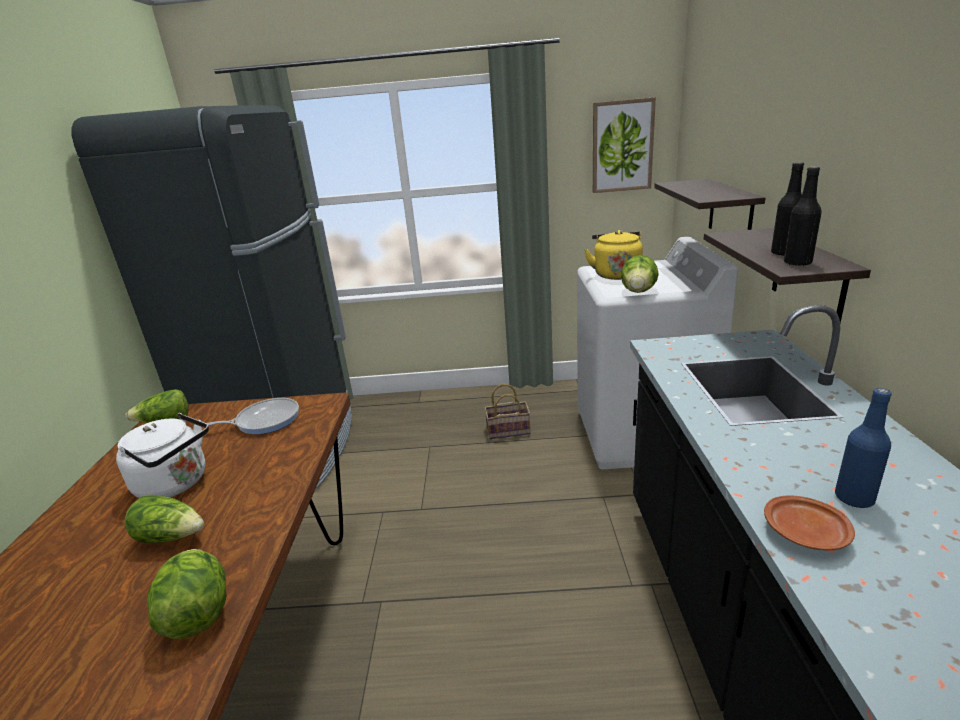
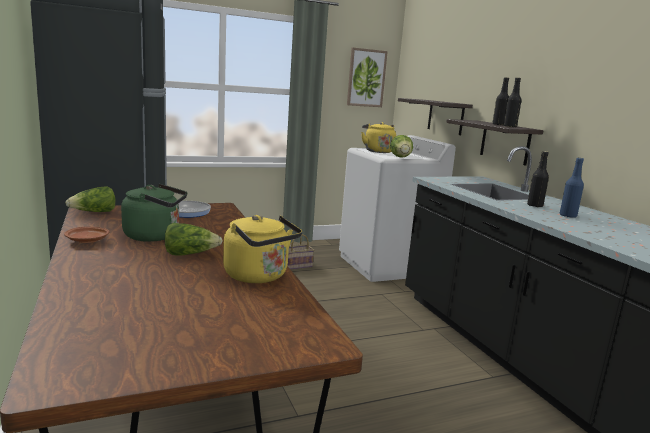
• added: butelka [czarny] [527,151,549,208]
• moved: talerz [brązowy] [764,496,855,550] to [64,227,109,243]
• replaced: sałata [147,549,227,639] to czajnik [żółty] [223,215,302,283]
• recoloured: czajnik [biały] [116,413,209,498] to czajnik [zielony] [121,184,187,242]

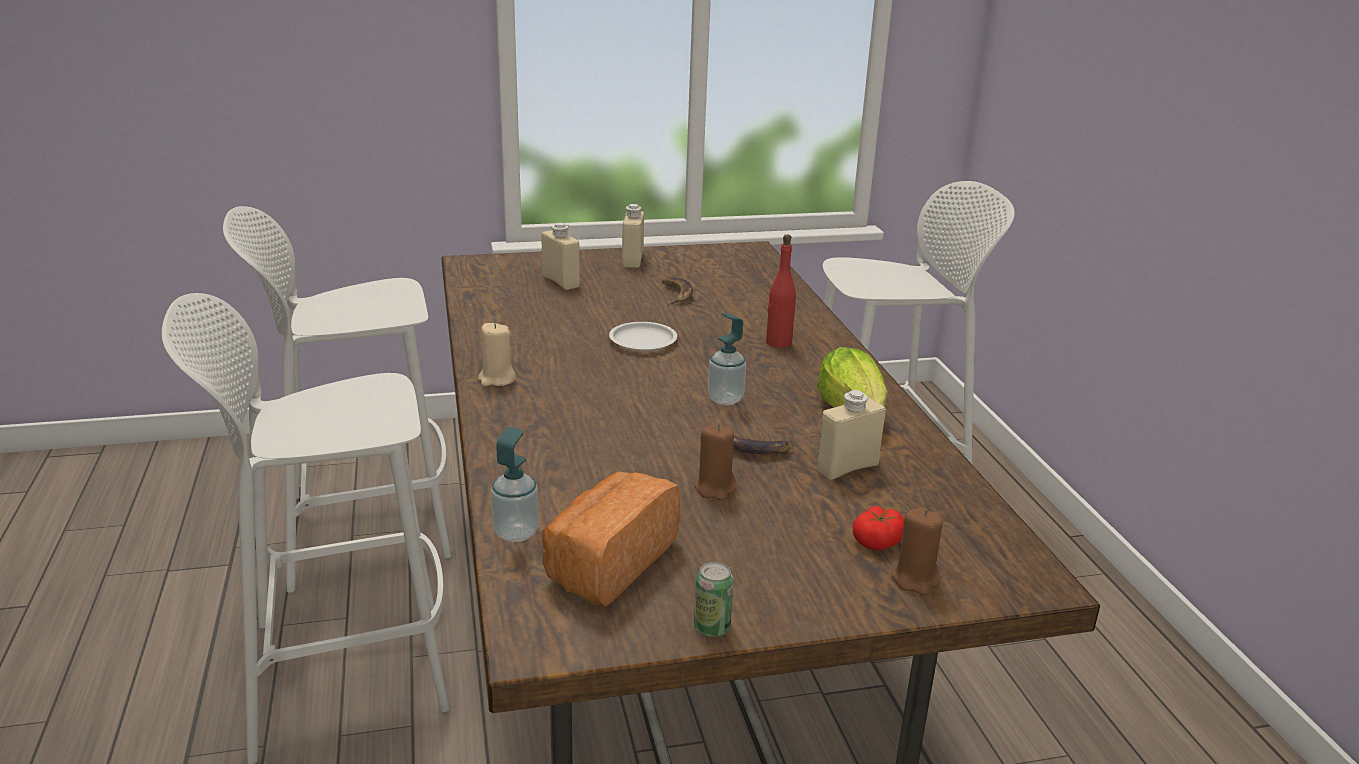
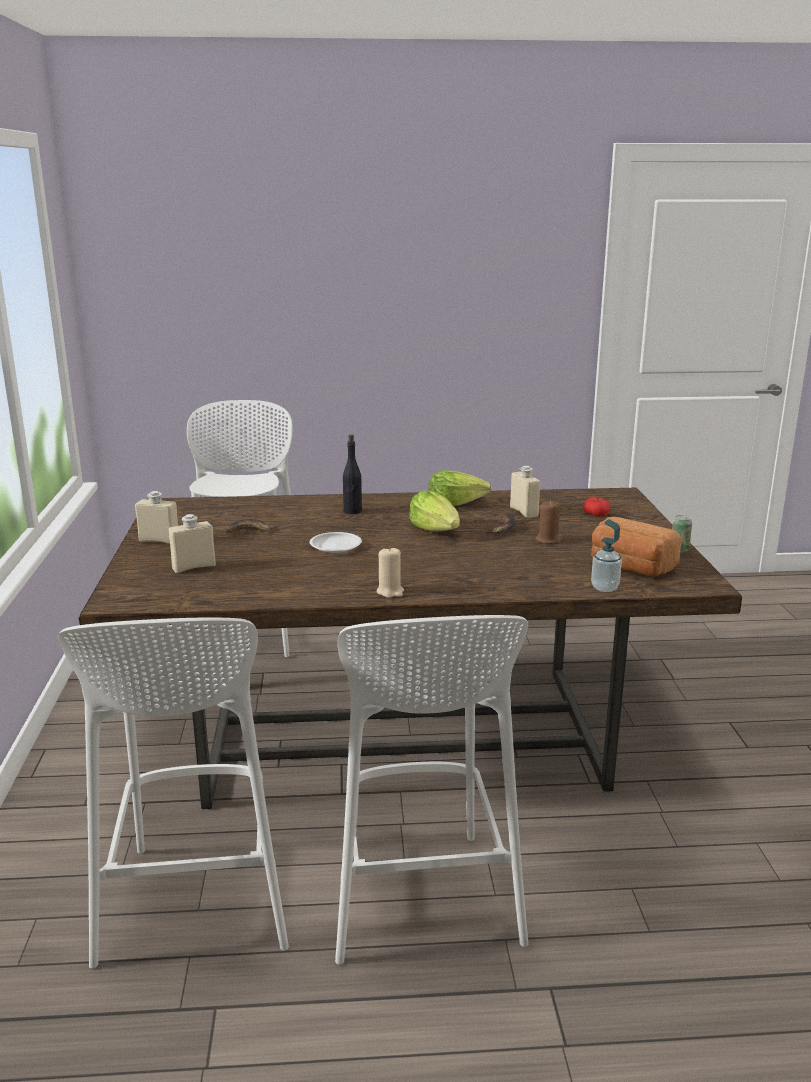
• removed: świeca [brązowy] [891,508,943,595]
• replaced: dozownik mydła [708,313,746,405] to sałata [409,490,460,531]
• recoloured: butelka [czerwony] [766,235,796,348] to butelka [czarny] [343,435,362,514]

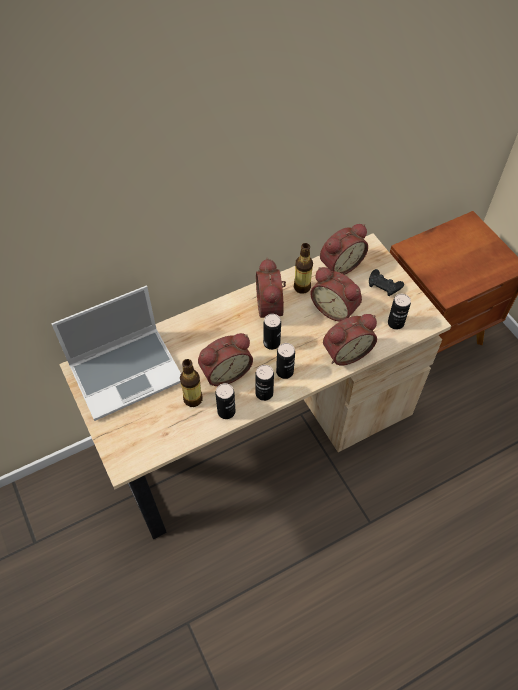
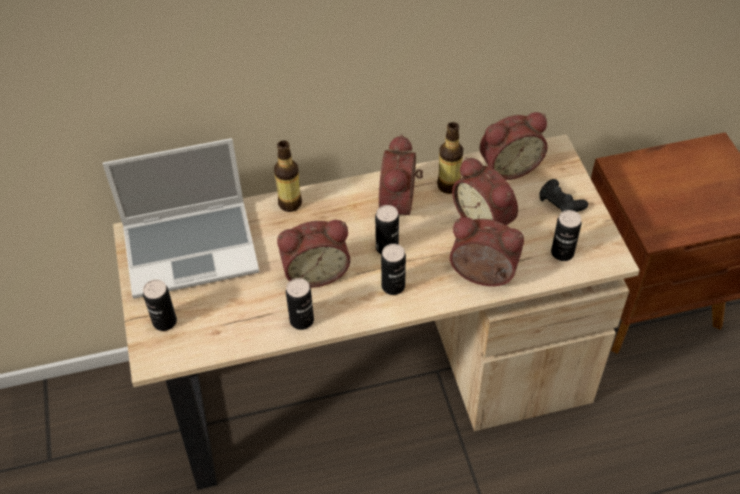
• moved: butelka [180,359,203,407] to [274,141,302,212]
• moved: puszka [255,365,274,401] to [143,280,177,331]
• turned: budzik [323,314,377,365] = [450,217,524,286] 150 degrees counterclockwise

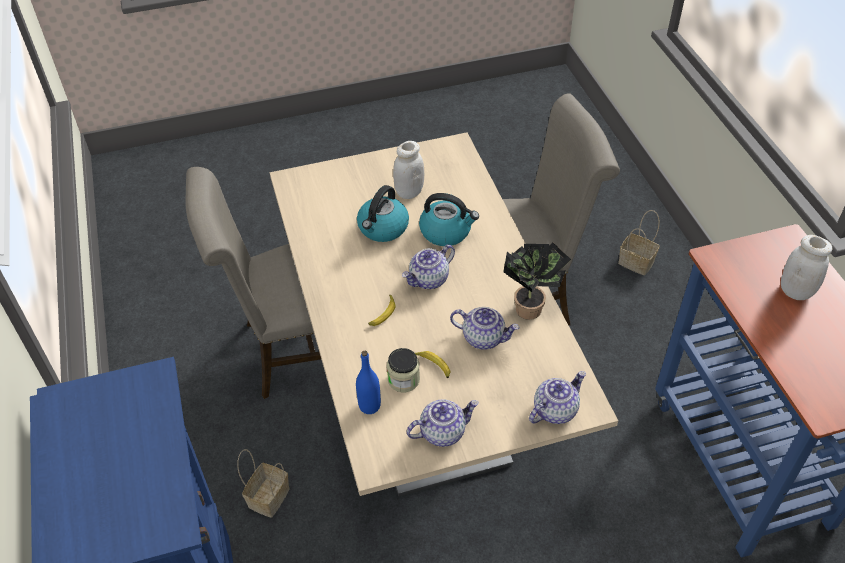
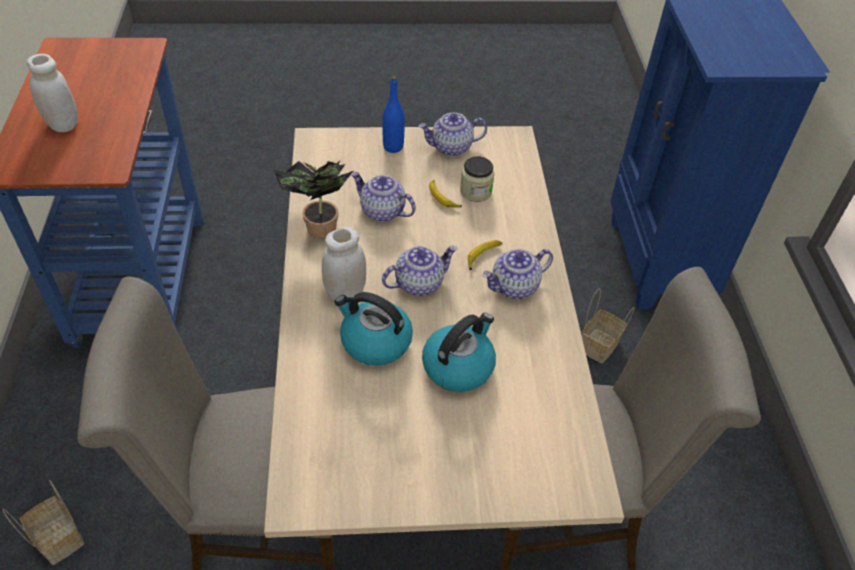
• moved: butelka [niebieski] [356,351,381,414] to [382,76,405,153]
• moved: słoik [biały] [393,141,424,199] to [322,227,366,301]
• moved: imbryk [529,371,586,424] to [482,249,553,299]

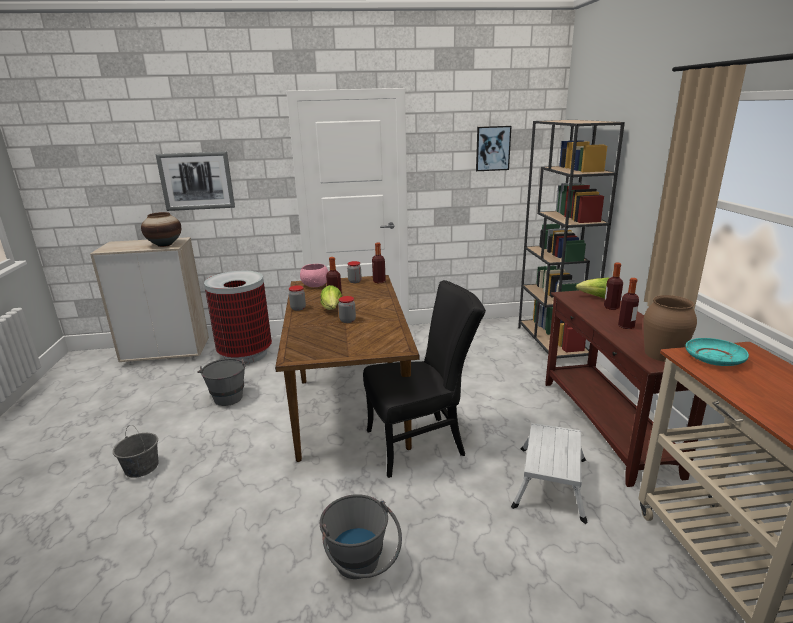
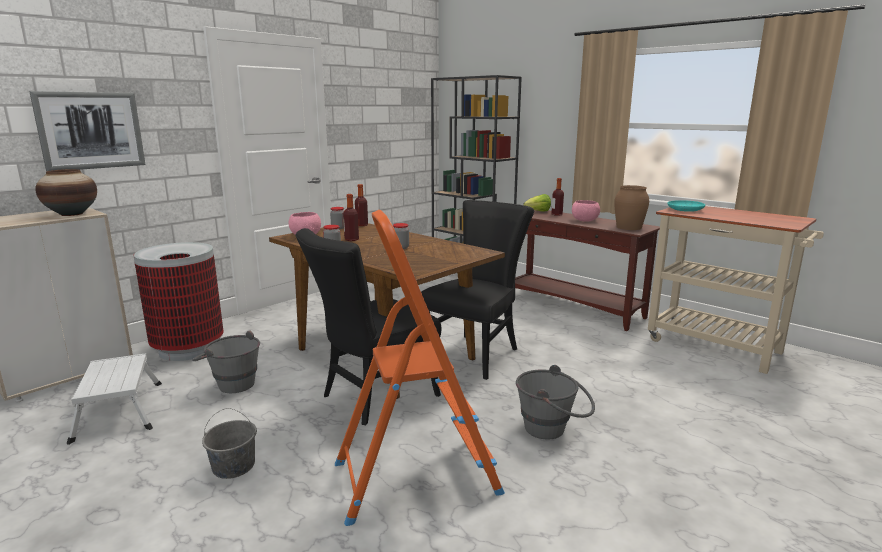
• removed: sałata [321,285,342,310]
• removed: obraz [476,126,511,171]
• added: krzesło [czarny] [295,228,441,425]
• added: drabinka [pomarańczowy] [335,210,505,526]
• moved: drabinka [biały] [511,423,588,524] to [67,353,162,445]
• replaced: butelka [618,278,639,329] to miska [różowy] [572,200,600,222]

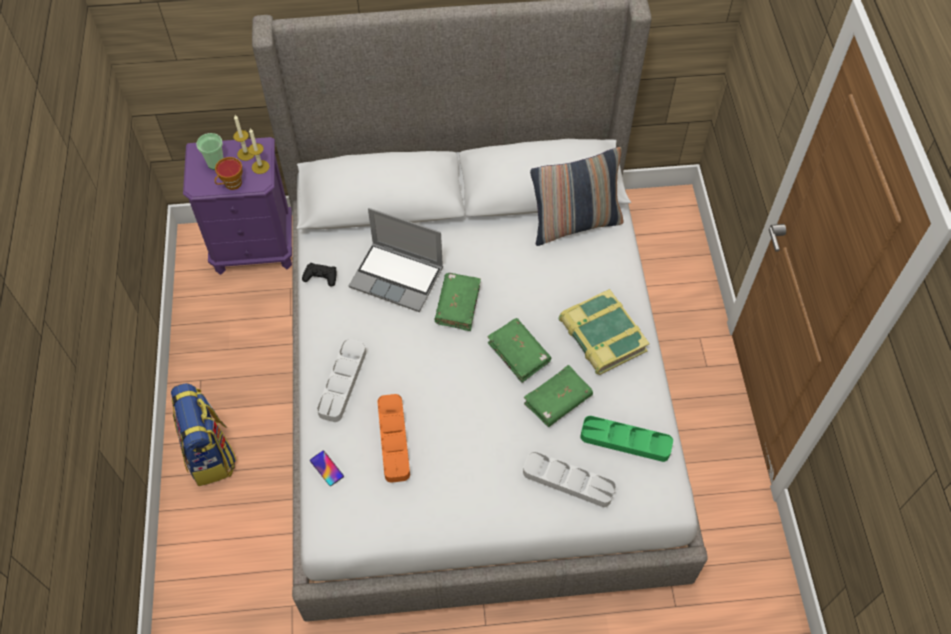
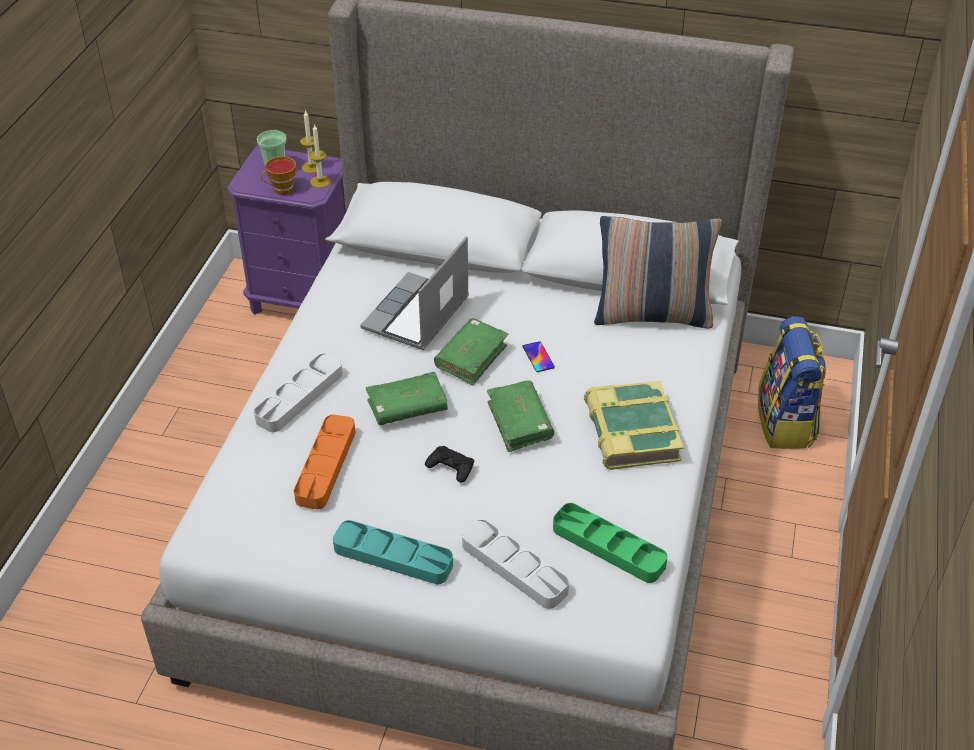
• added: taca [turkusowy] [333,520,453,584]
• moved: plecak [171,383,236,486] to [758,316,826,449]
• moved: pad do gier [czarny] [302,263,337,287] to [425,446,474,483]
• moved: telefon [310,451,344,486] to [522,341,555,372]
• moved: książka [zielony] [524,365,593,427] to [365,371,448,426]
• turned: laptop [349,208,443,312] = [360,236,469,350] 75 degrees clockwise

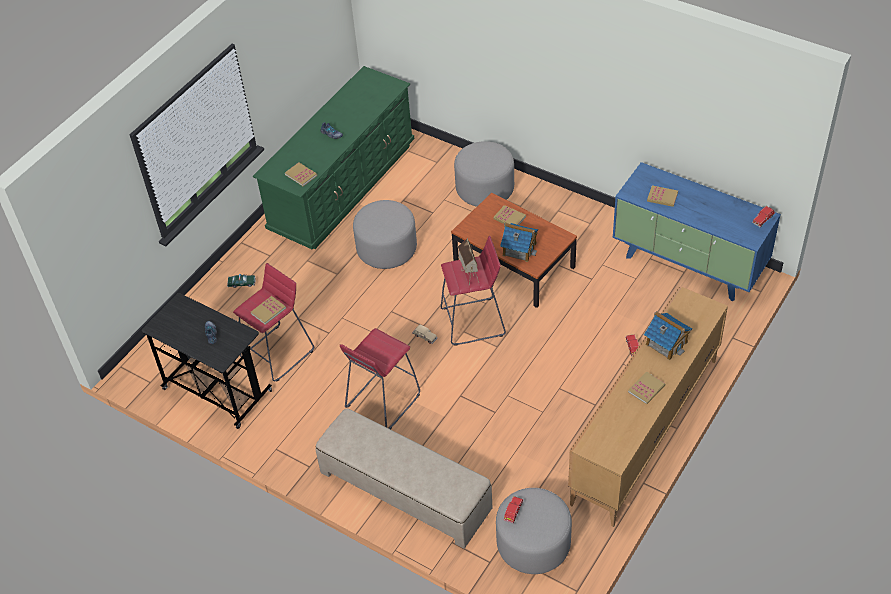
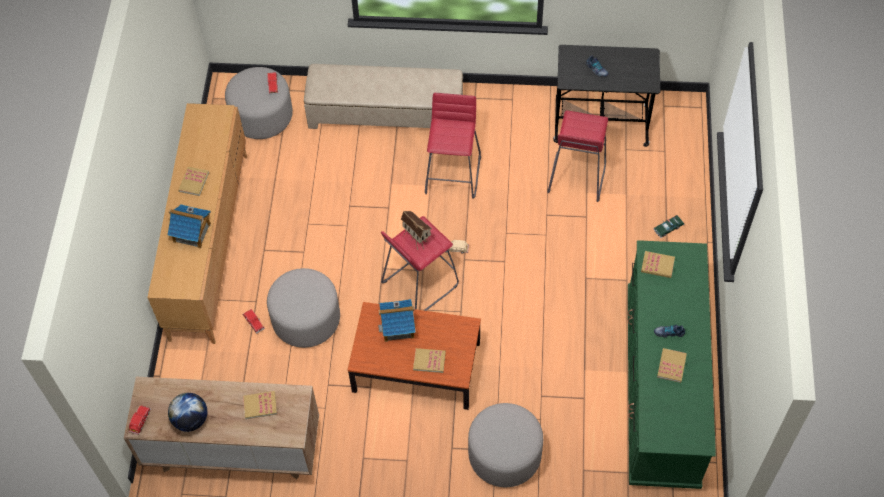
• added: globus [168,393,207,432]
• moved: książka [251,296,286,325] to [657,348,687,383]
• moved: pufa [szary] [353,200,417,269] to [267,268,340,348]
• recoloured: komoda [niebieski] [612,162,781,301] to komoda [zielony] [124,377,319,479]

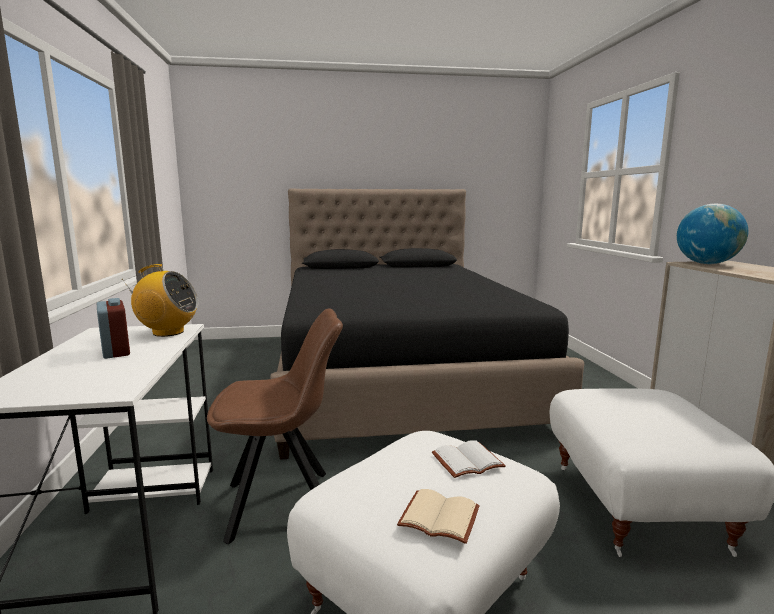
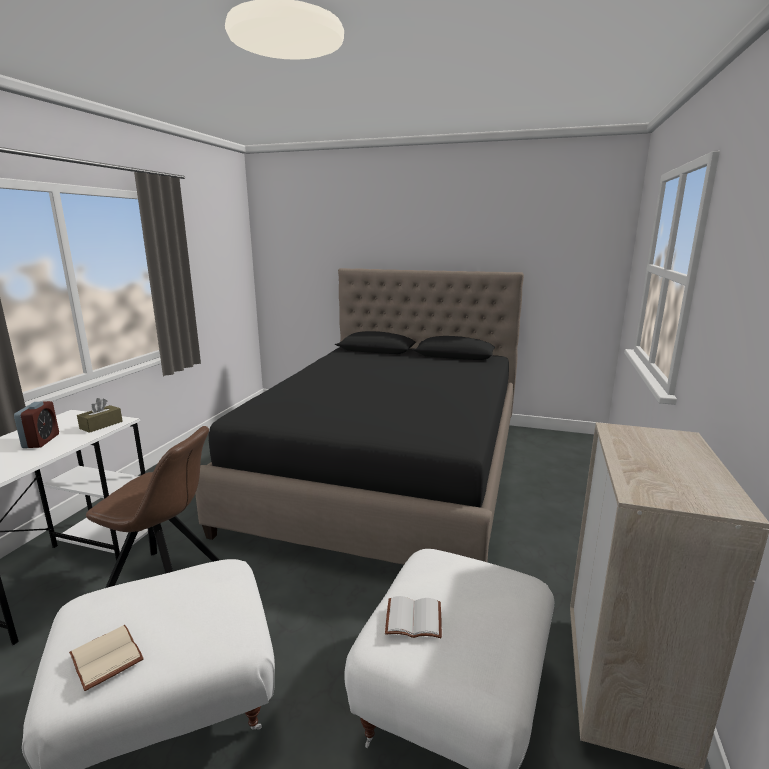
• removed: globus [677,203,748,264]
• moved: książka [biały] [432,440,506,478] to [385,596,442,638]
• replaced: radio [122,264,198,337] to pudełko chusteczek [brązowy] [77,398,123,433]

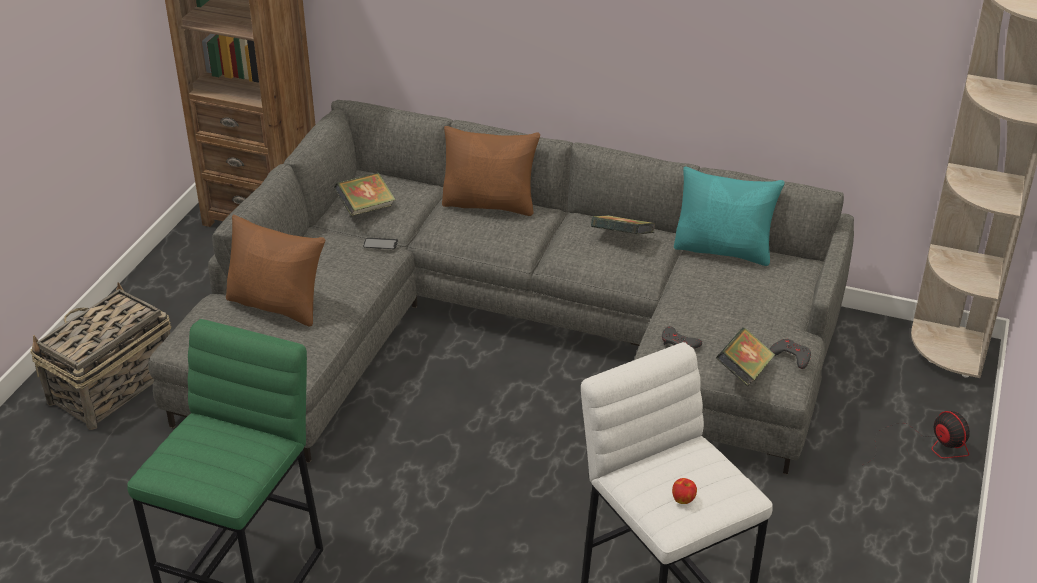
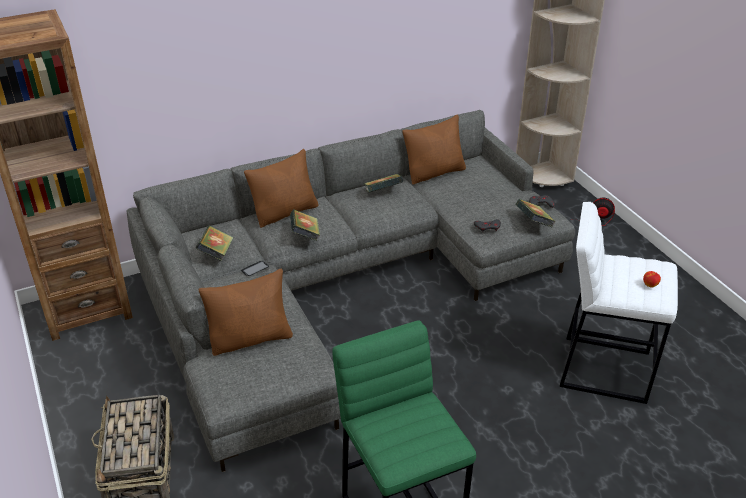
• added: książka [290,209,320,241]
• recoloured: poduszka [turkusowy] [674,167,785,266] to poduszka [brązowy] [402,115,466,185]

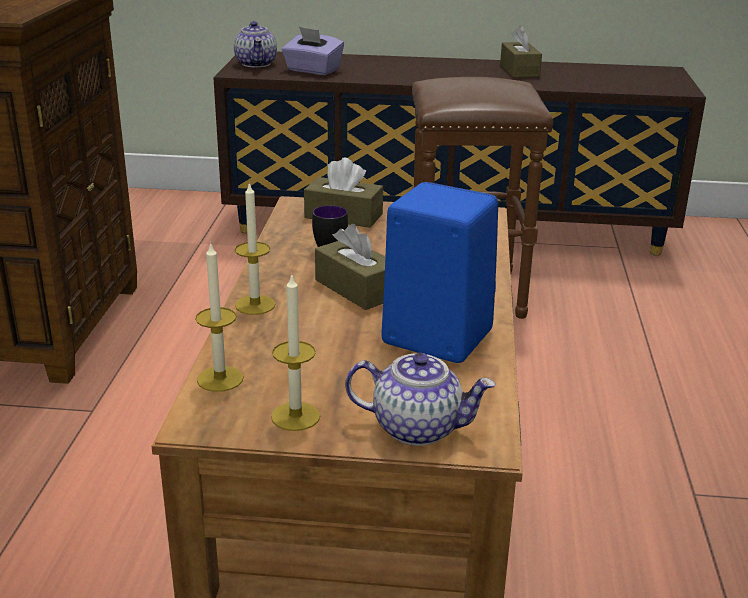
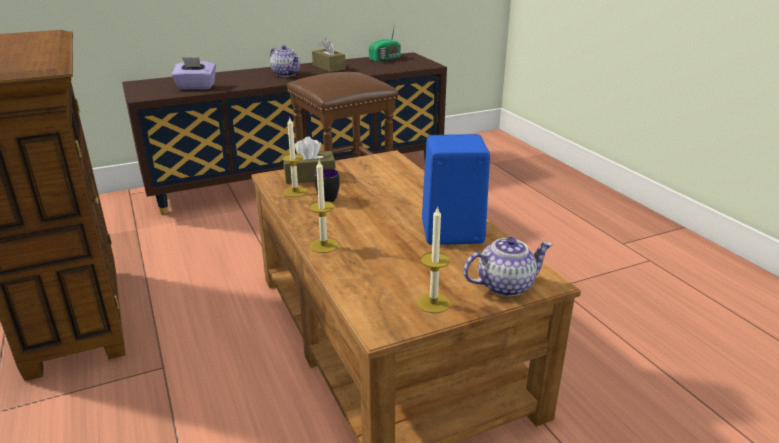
• removed: pudełko chusteczek [brązowy] [315,224,385,310]
• added: radio [369,24,401,62]
• moved: świeca [195,242,244,392] to [282,118,308,197]
• moved: imbryk [234,21,277,67] to [270,45,300,77]

